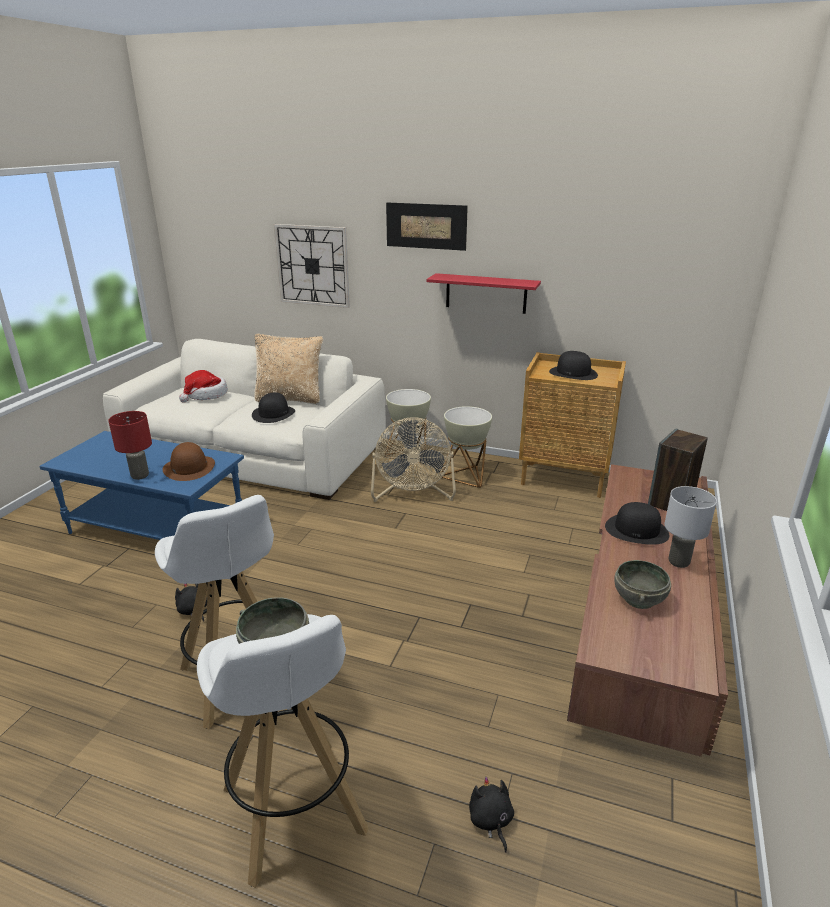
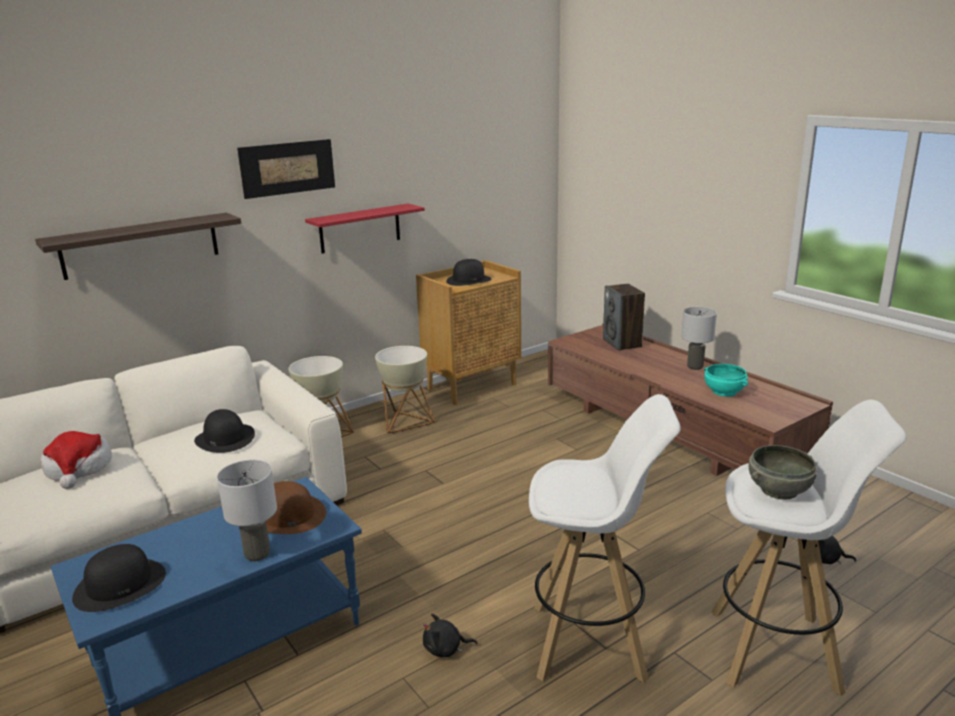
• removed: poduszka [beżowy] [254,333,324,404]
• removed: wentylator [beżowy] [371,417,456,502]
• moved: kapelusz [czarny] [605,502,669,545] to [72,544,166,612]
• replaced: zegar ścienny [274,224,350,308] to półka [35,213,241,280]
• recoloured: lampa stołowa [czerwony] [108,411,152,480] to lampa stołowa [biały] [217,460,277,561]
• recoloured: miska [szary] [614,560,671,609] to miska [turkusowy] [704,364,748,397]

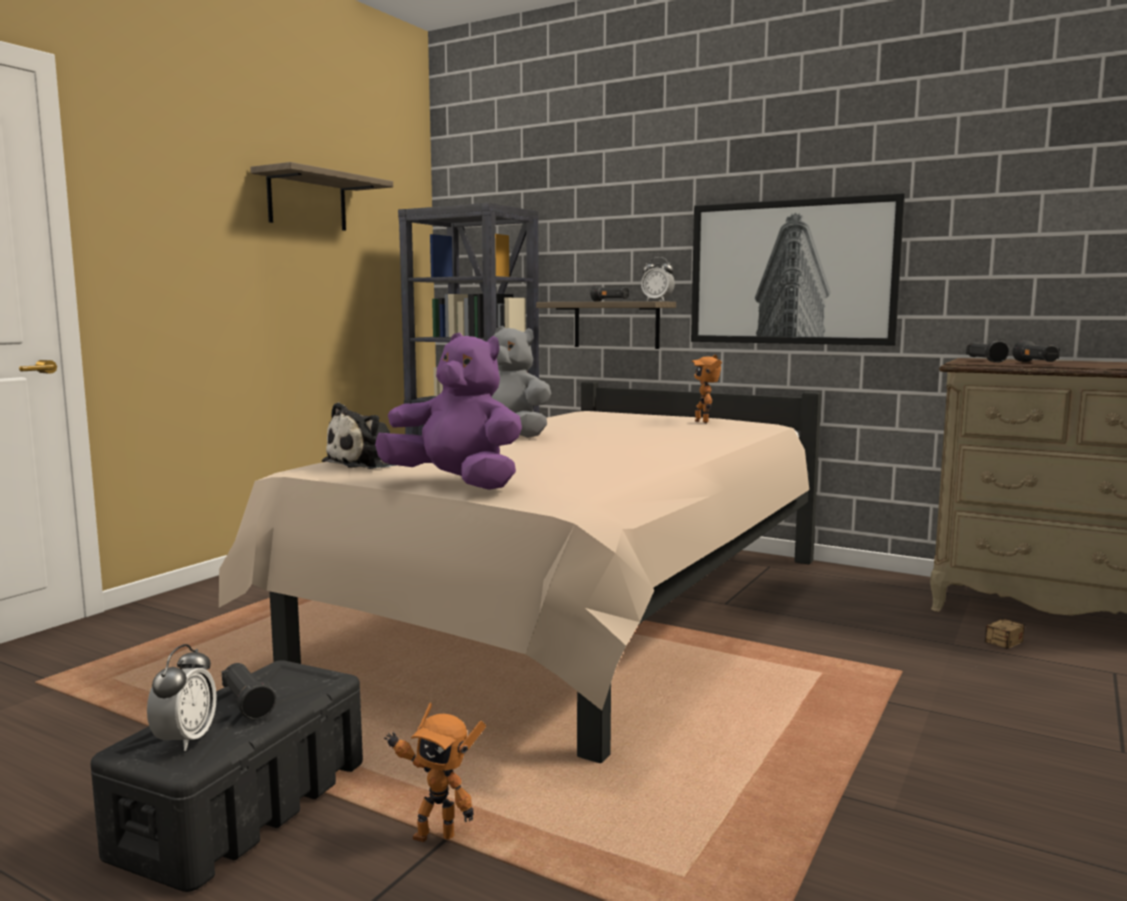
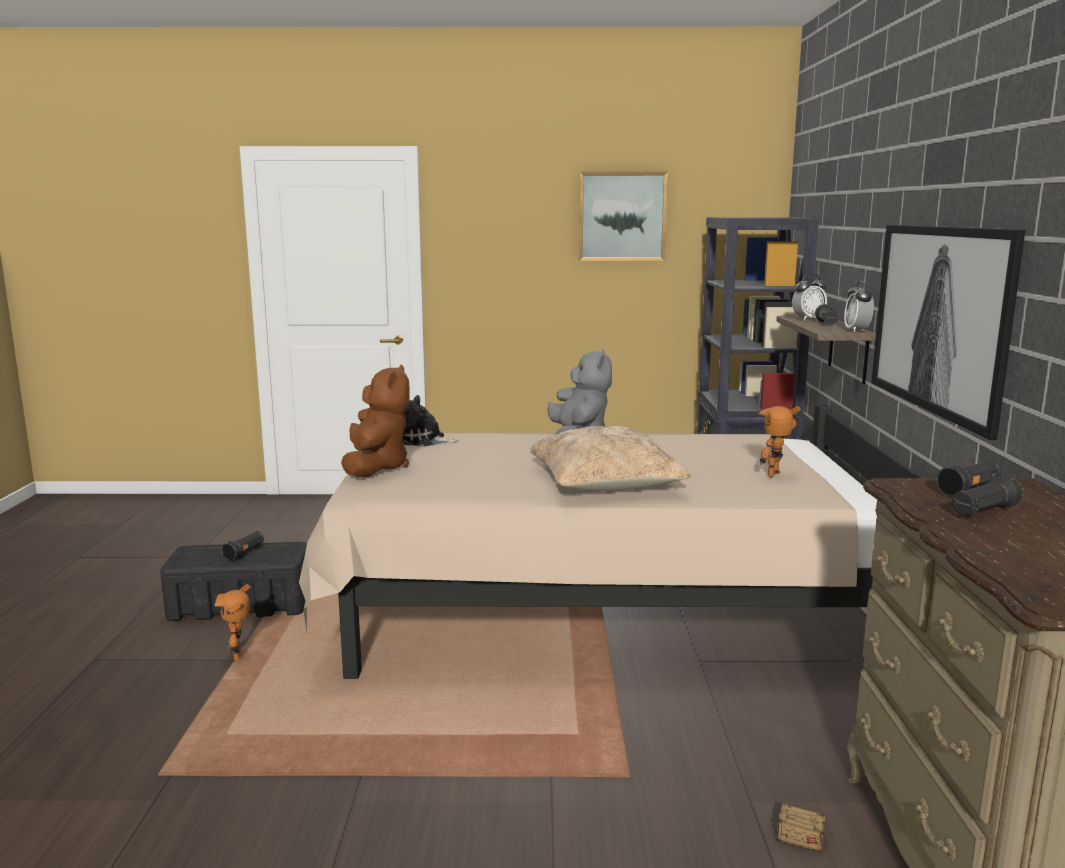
• added: poduszka [beżowy] [530,426,691,491]
• moved: budzik [147,644,217,751] to [792,274,827,320]
• replaced: półka [250,162,393,231] to obraz [579,172,668,261]
• recoloured: pluszak [fioletowy] [375,333,522,490] to pluszak [brązowy] [341,364,410,477]

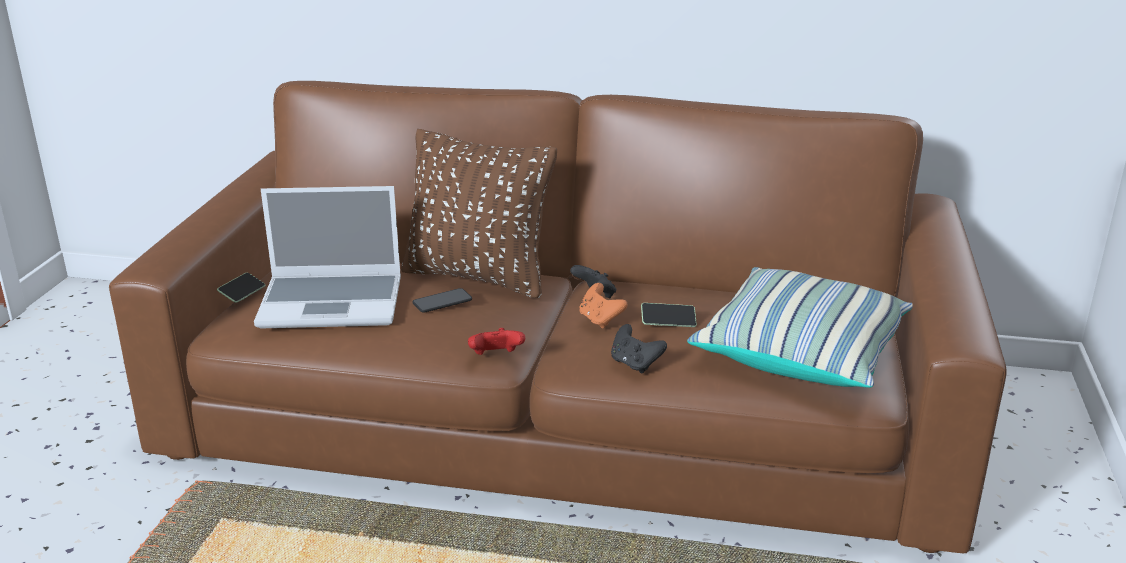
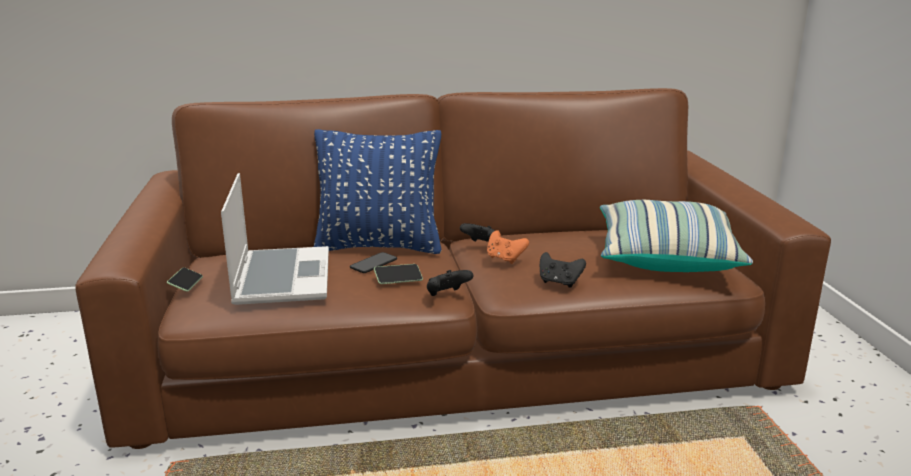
• moved: telefon [641,303,697,327] to [374,264,423,284]
• recoloured: poduszka [brązowy] [401,129,557,298] to poduszka [niebieski] [314,129,442,254]
• recoloured: pad do gier [czerwony] [468,328,525,355] to pad do gier [czarny] [427,270,473,296]
• turned: laptop [254,186,401,328] = [221,173,329,305] 75 degrees counterclockwise

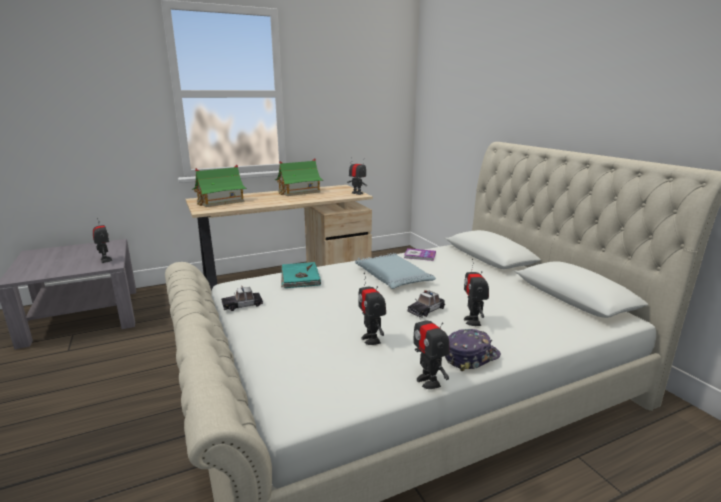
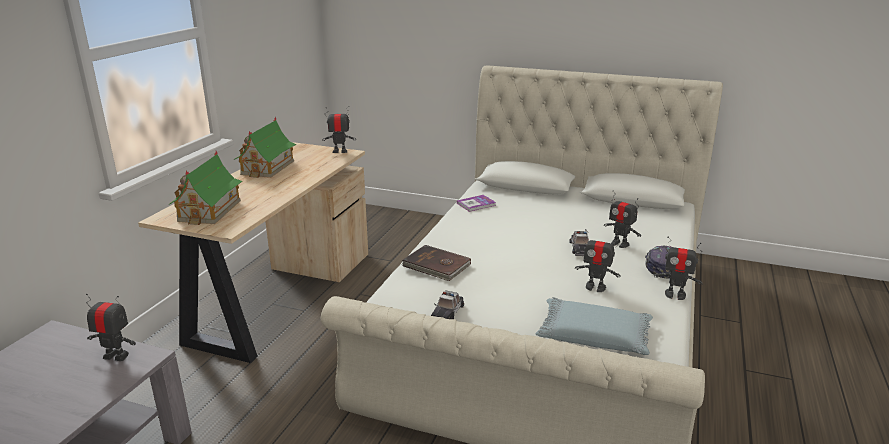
• moved: poduszka [niebieski] [355,253,436,289] to [536,297,653,355]
• recoloured: książka [turkusowy] [281,262,321,288] to książka [brązowy] [402,245,471,281]

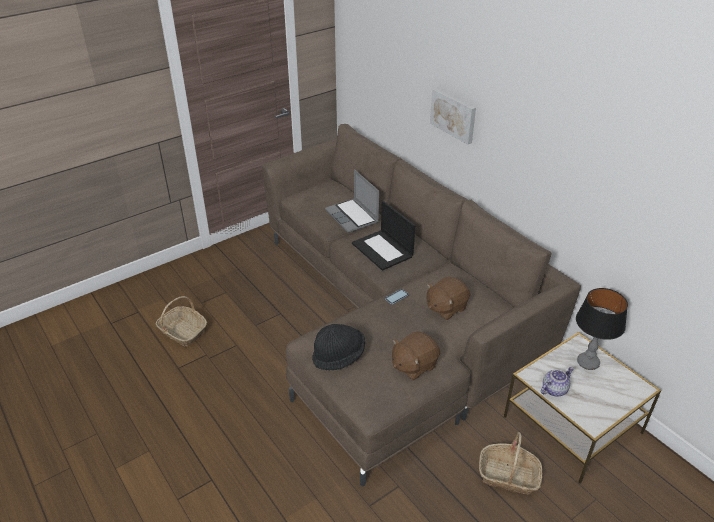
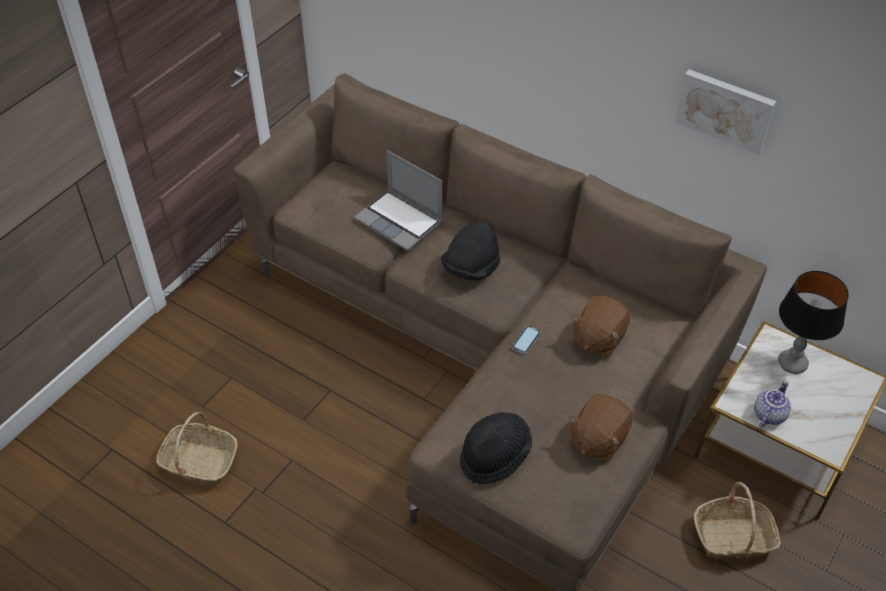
• moved: obraz [430,88,476,145] to [675,69,777,155]
• replaced: laptop [352,201,415,271] to kapelusz [czarny] [441,221,500,281]

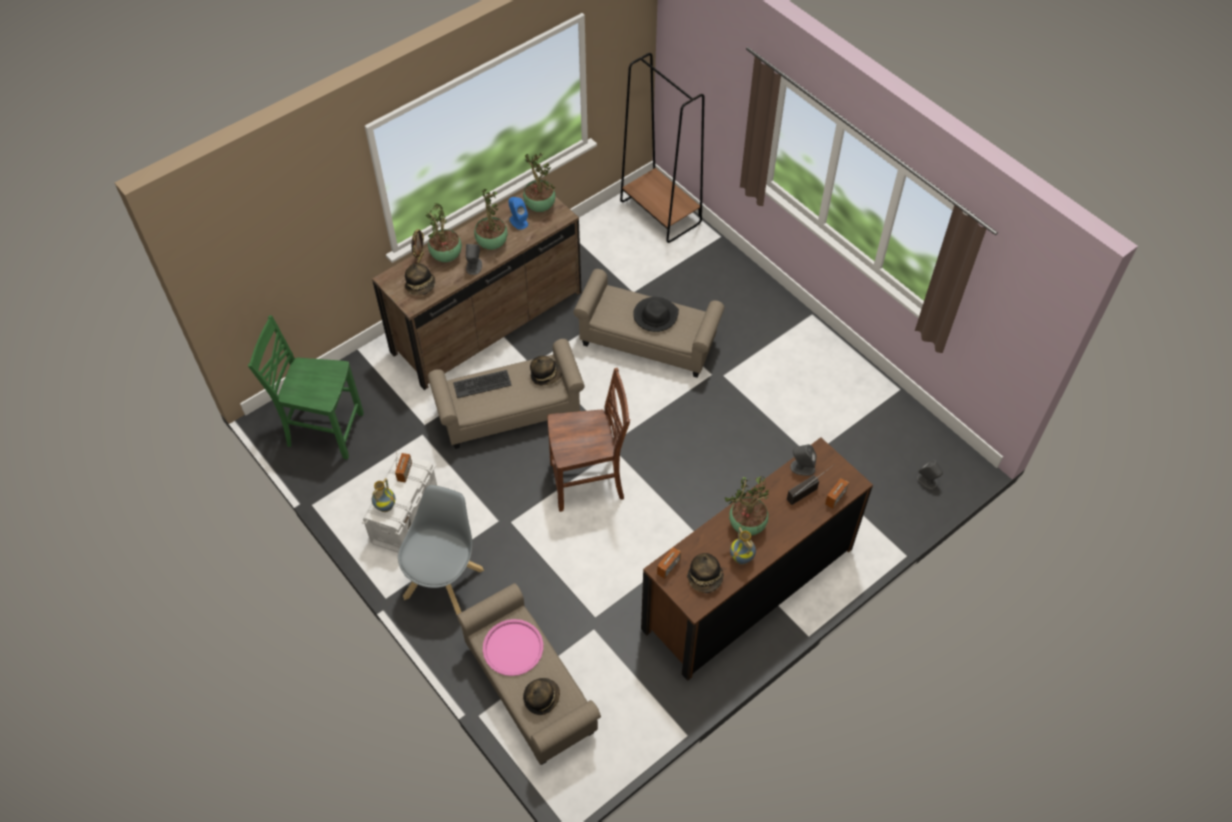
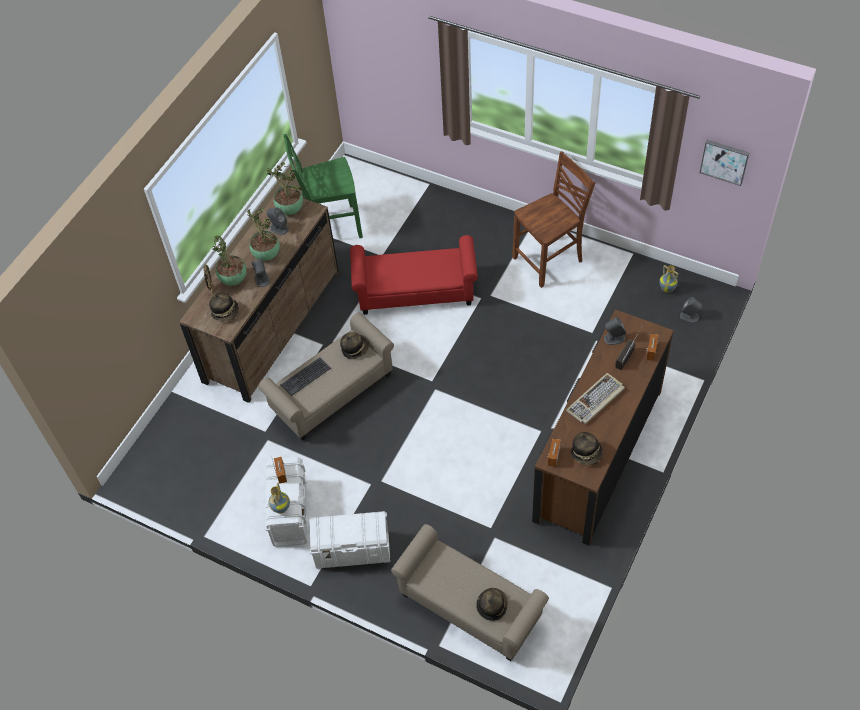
• removed: taca [różowy] [483,619,543,676]
• removed: wieszak [620,53,705,243]
• removed: kapelusz [czarny] [633,297,679,332]
• added: obraz [700,140,749,186]
• moved: krzesło [zielony] [248,315,364,459] to [283,134,363,238]
• moved: krzesło [brązowy] [548,368,630,512] to [513,151,595,288]
• moved: wazon [730,527,756,565] to [659,265,678,293]
• replaced: krzesło [szary] [398,485,484,615] to pojemnik do przechowywania [biały] [309,511,390,569]
• replaced: roślina doniczkowa [725,476,769,536] to klawiatura [566,373,625,424]
• recoloured: głośnik [niebieski] [508,197,528,230] to głośnik [szary] [266,207,289,235]
• recoloured: pufa [beżowy] [573,269,725,378] to pufa [czerwony] [350,235,478,315]

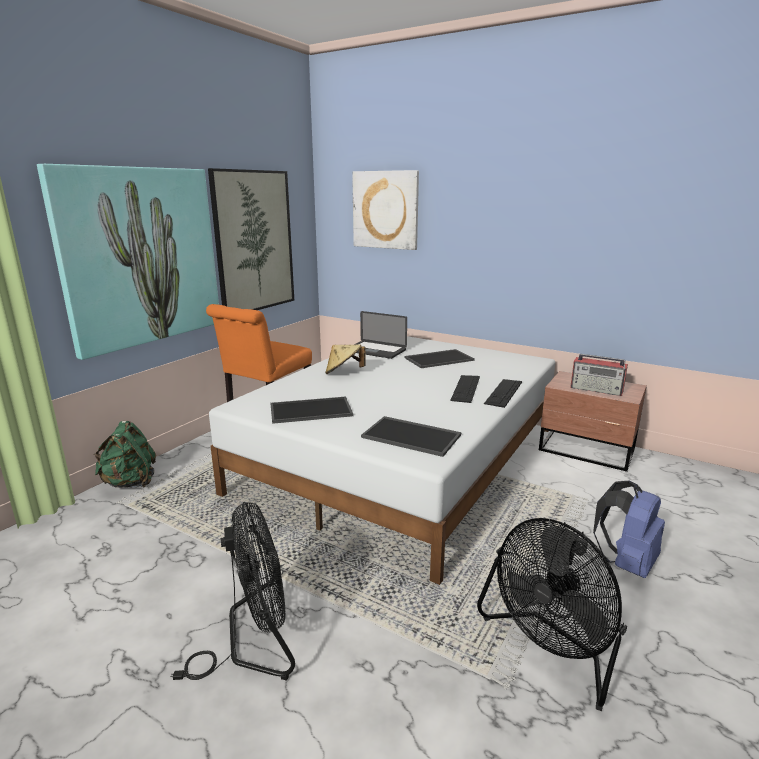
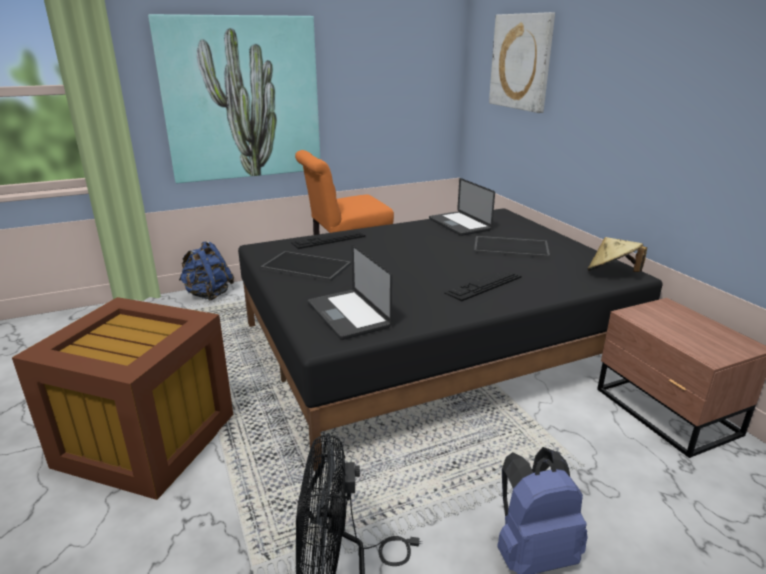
• removed: obraz [208,168,294,310]
• removed: radio [570,354,628,396]
• moved: kapelusz [beżowy] [325,345,366,374] to [588,237,647,272]
• moved: klawiatura [484,379,522,408] to [291,231,365,249]
• replaced: wentylator [czarny] [170,502,295,681] to pojemnik do przechowywania [brązowy] [12,297,233,500]
• replaced: taca [361,416,461,457] to laptop [308,244,392,340]
• recoloured: plecak [zielony] [93,421,156,488] to plecak [niebieski] [179,241,234,301]
• recoloured: łóżko [biały] [209,336,555,585] to łóżko [czarny] [238,208,663,471]

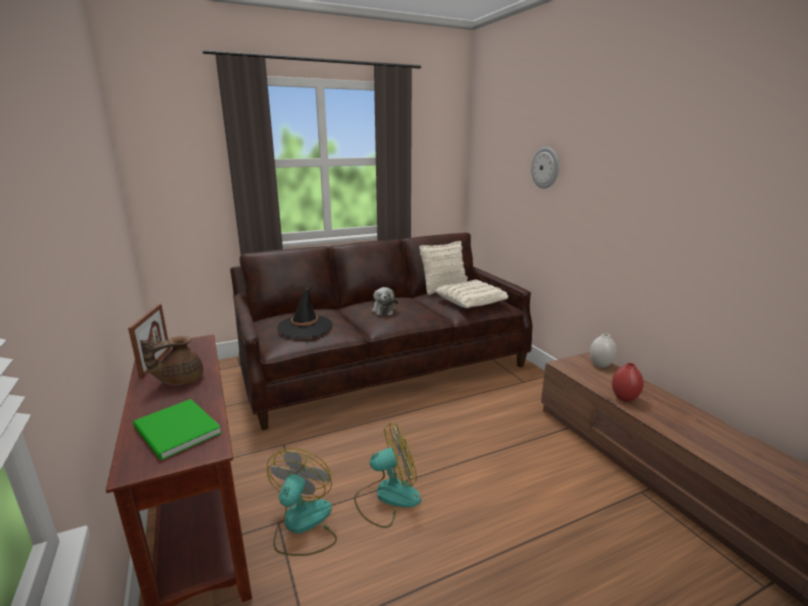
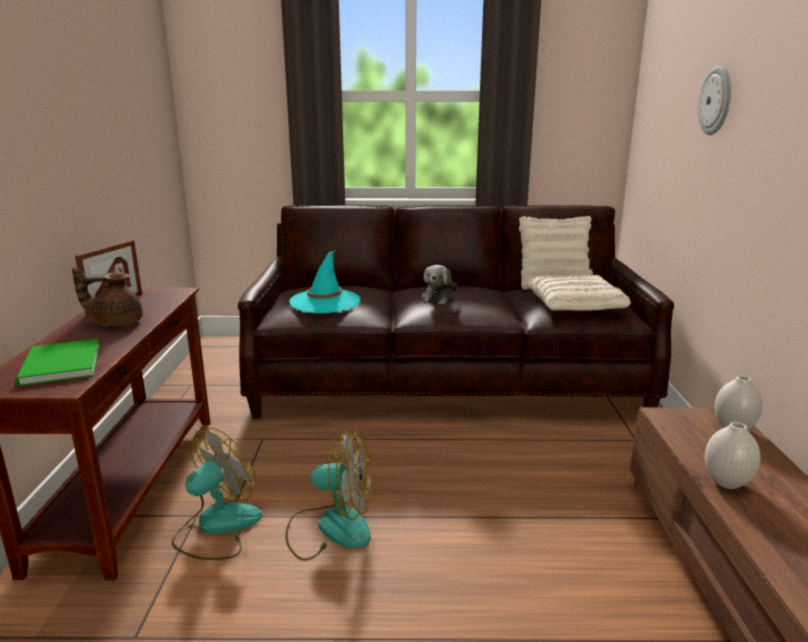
• recoloured: kapelusz [czarny] [277,287,333,338] to kapelusz [turkusowy] [289,251,360,313]
• recoloured: wazon [czerwony] [612,363,644,402] to wazon [biały] [705,422,761,489]

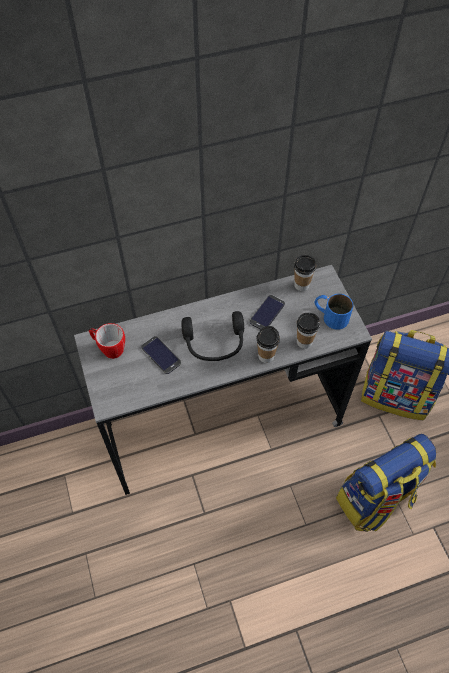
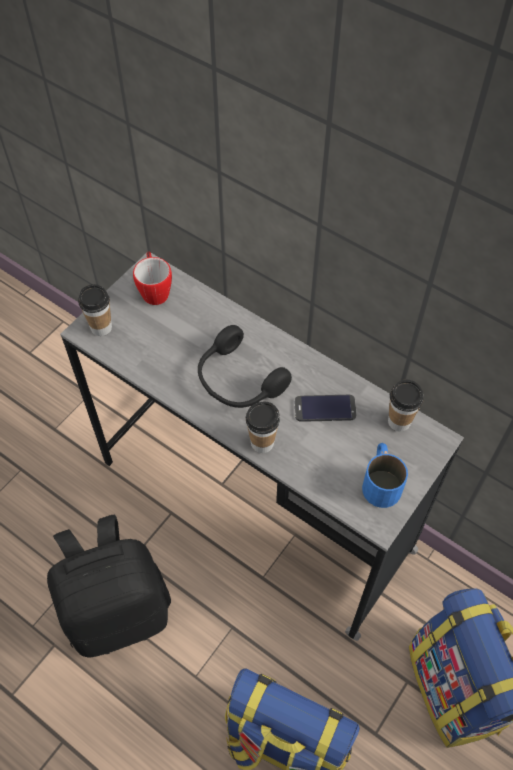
• removed: telefon [141,336,181,374]
• added: plecak [czarny] [47,515,171,657]
• moved: filiżanka [297,313,320,349] to [78,284,112,336]

